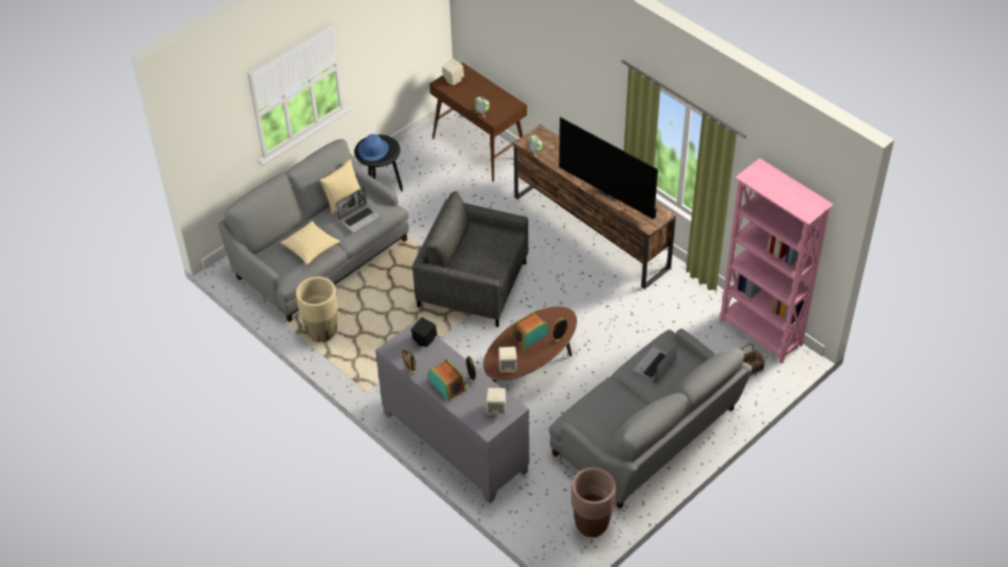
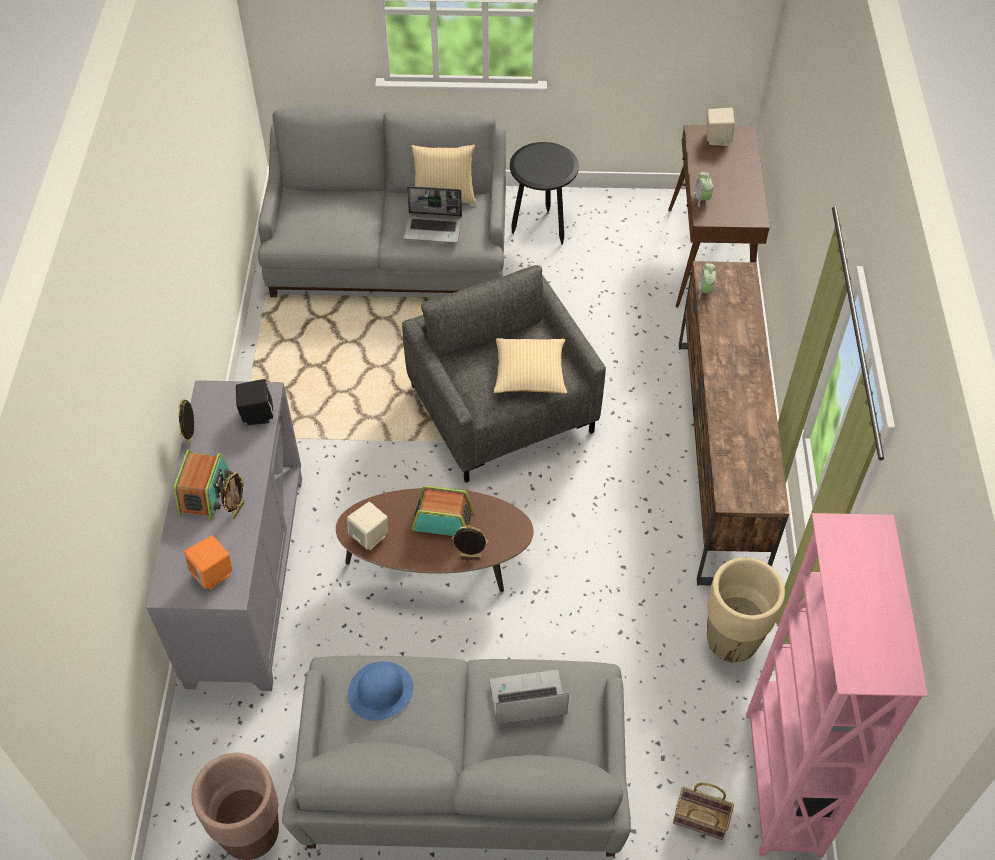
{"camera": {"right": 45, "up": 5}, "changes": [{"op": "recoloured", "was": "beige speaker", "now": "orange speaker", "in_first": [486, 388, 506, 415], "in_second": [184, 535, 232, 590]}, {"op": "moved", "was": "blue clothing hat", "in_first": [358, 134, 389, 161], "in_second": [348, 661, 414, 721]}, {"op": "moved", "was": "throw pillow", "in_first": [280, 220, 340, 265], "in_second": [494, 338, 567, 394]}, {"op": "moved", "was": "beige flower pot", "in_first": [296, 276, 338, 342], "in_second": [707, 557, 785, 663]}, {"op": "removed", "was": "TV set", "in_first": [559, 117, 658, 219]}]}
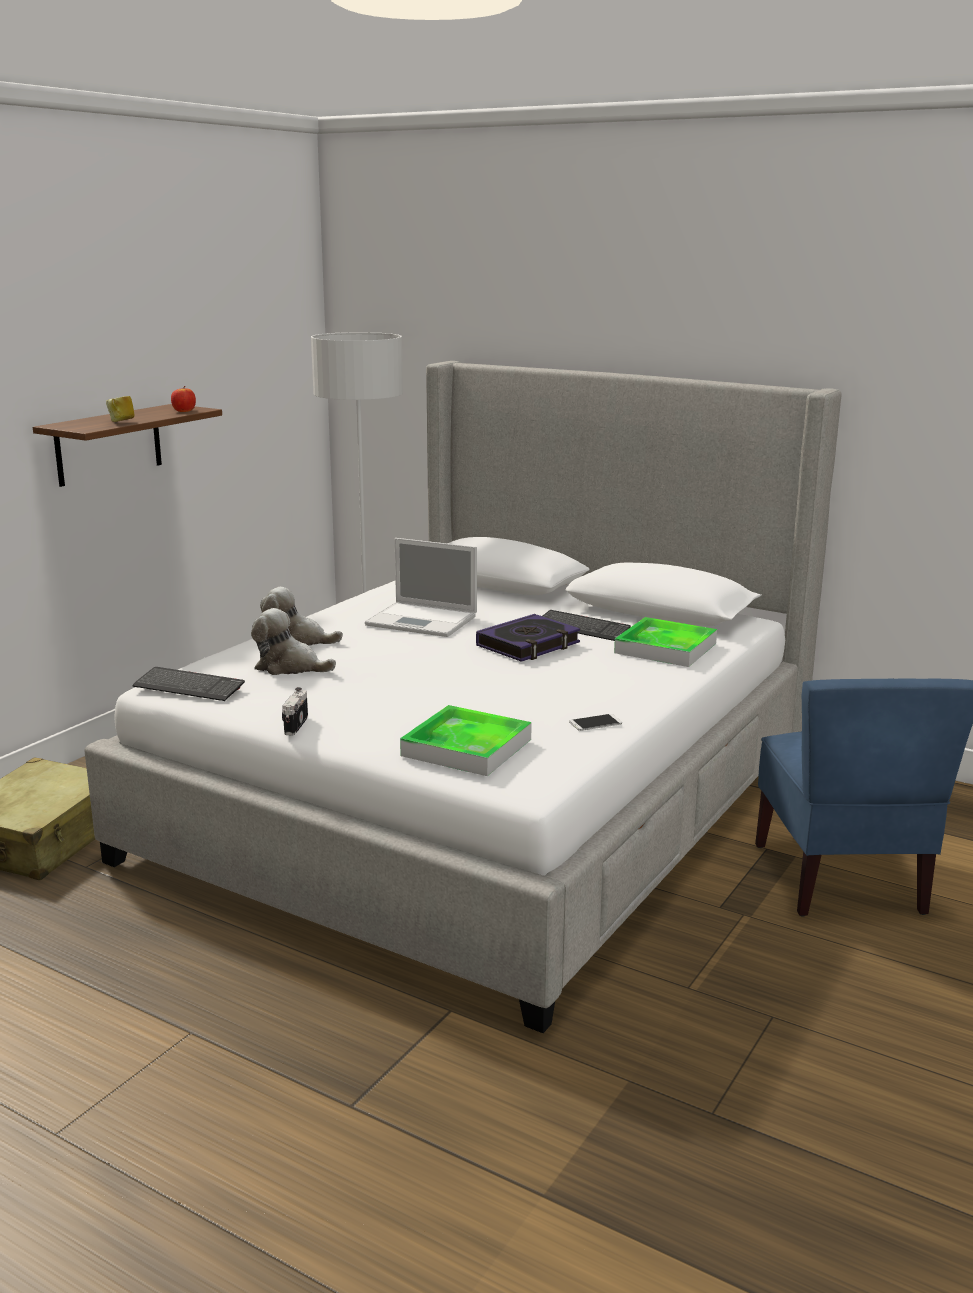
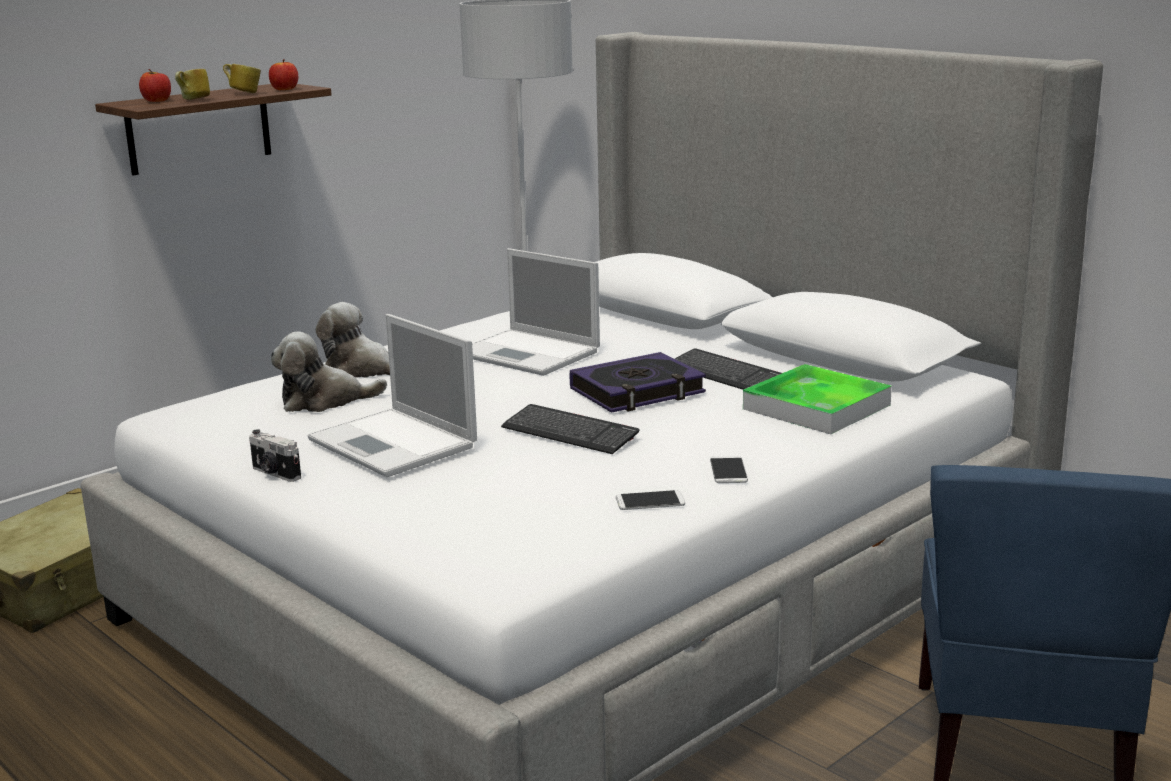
{"camera": {"right": 15, "up": 0}, "changes": [{"op": "added", "now": "whole apple", "in_second": [139, 69, 171, 102]}, {"op": "added", "now": "tea mug", "in_second": [223, 64, 261, 93]}, {"op": "turned", "was": "still camera", "in_first": [282, 687, 308, 736], "in_second": [249, 429, 301, 482], "clockwise": -75}, {"op": "turned", "was": "cuddly toy", "in_first": [251, 608, 336, 675], "in_second": [270, 332, 387, 412], "clockwise": -45}, {"op": "added", "now": "laptop", "in_second": [308, 314, 477, 477]}, {"op": "moved", "was": "PC keyboard", "in_first": [132, 667, 245, 701], "in_second": [501, 404, 639, 454]}, {"op": "added", "now": "telephone", "in_second": [710, 456, 748, 483]}, {"op": "removed", "was": "carrying tray", "in_first": [400, 705, 532, 776]}]}
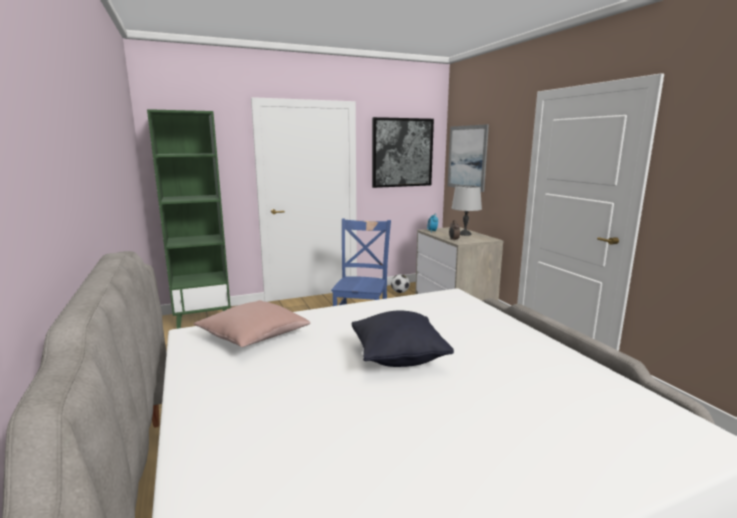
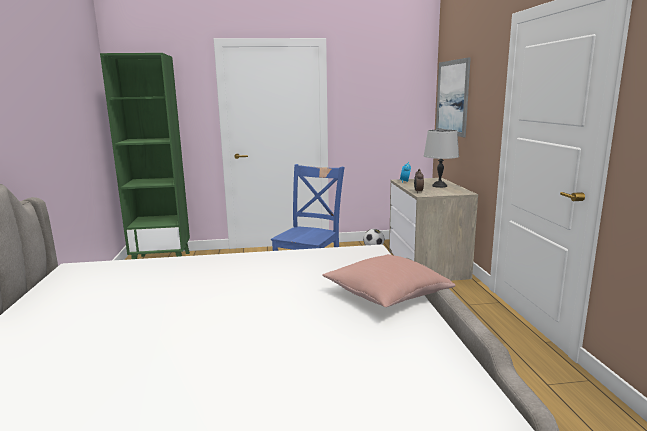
{"camera": {"right": 15, "up": 0}, "changes": [{"op": "moved", "was": "pinkish throw pillow", "in_first": [194, 300, 310, 347], "in_second": [322, 254, 456, 307]}, {"op": "removed", "was": "black-coloured throw pillow", "in_first": [352, 311, 454, 367]}, {"op": "removed", "was": "wall picture", "in_first": [372, 117, 434, 188]}]}
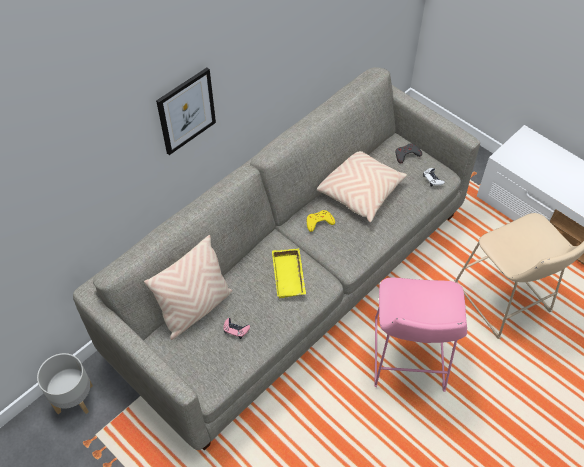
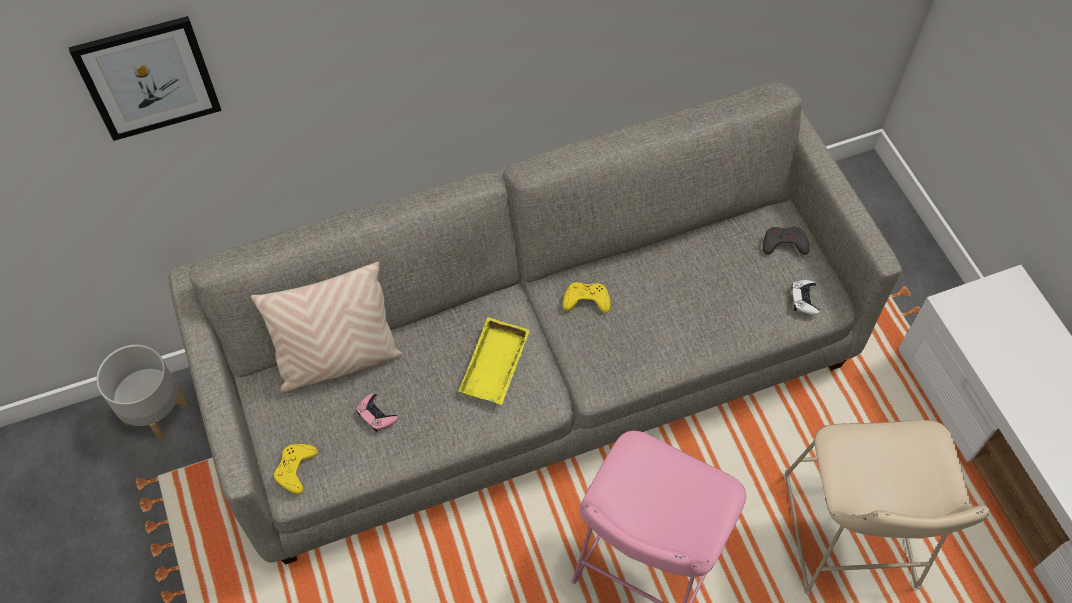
{"camera": {"right": 25, "up": 5}, "changes": [{"op": "moved", "was": "wall picture", "in_first": [156, 68, 216, 155], "in_second": [69, 16, 222, 141]}, {"op": "added", "now": "yellow gamepad", "in_second": [274, 444, 318, 494]}, {"op": "removed", "was": "beige throw pillow", "in_first": [317, 151, 407, 222]}]}
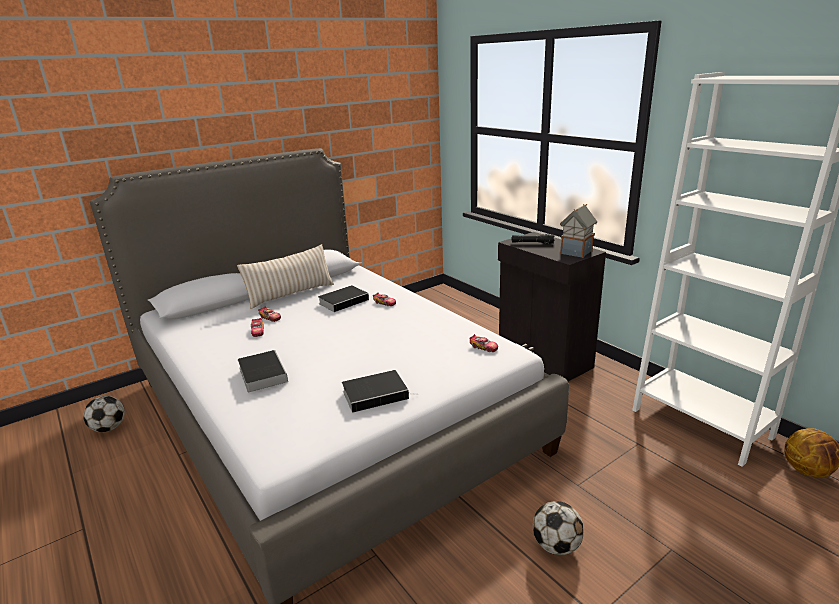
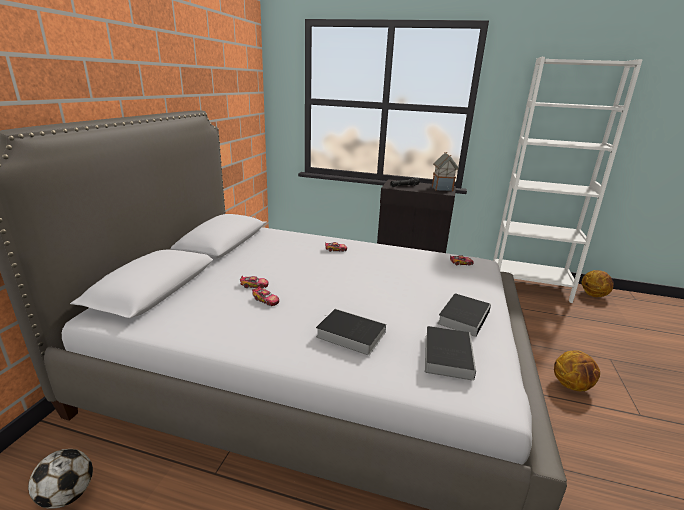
{"camera": {"right": -40, "up": 0}, "changes": [{"op": "moved", "was": "book", "in_first": [318, 285, 369, 312], "in_second": [425, 326, 476, 381]}, {"op": "replaced", "was": "ball for football", "now": "ball for basketball", "in_first": [533, 501, 584, 555], "in_second": [554, 350, 600, 391]}, {"op": "removed", "was": "beige throw pillow", "in_first": [237, 244, 334, 309]}]}
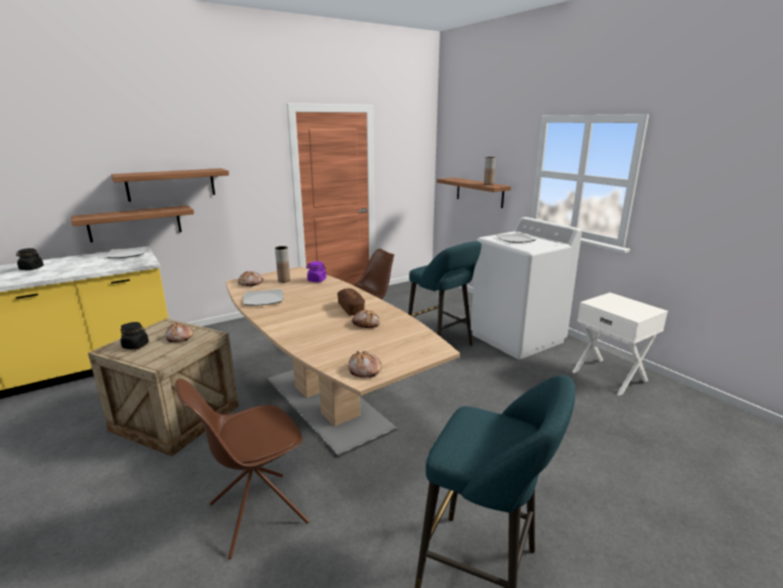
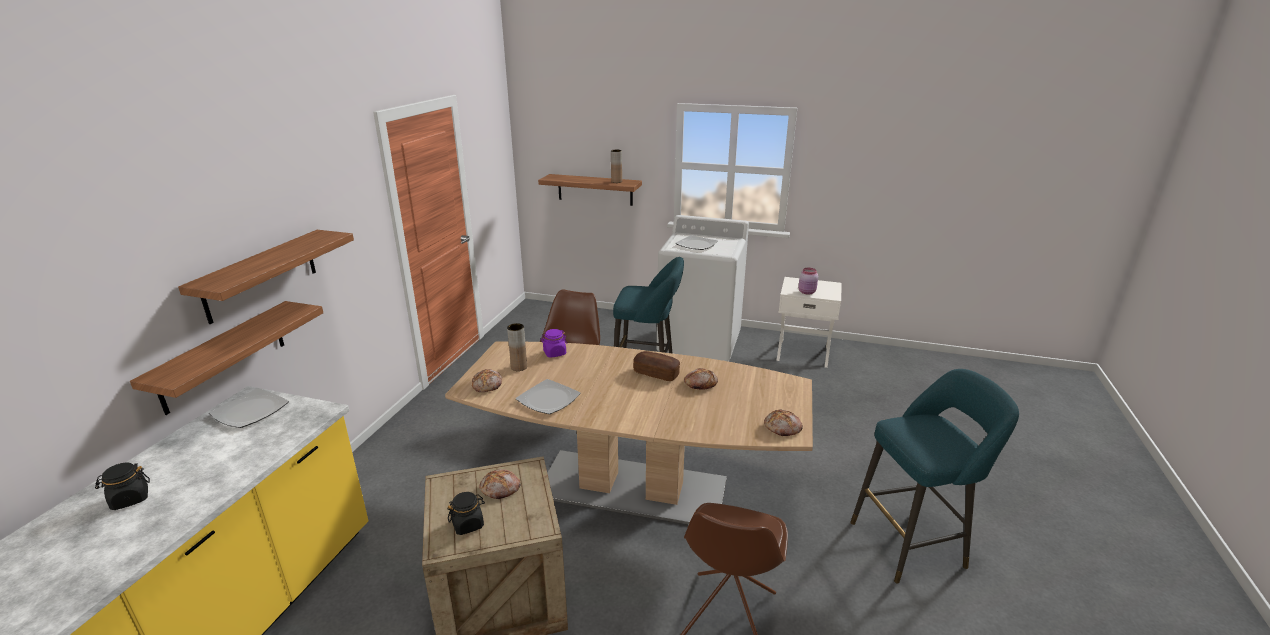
{"camera": {"right": -40, "up": 5}, "changes": [{"op": "added", "now": "pinkish preserve jar", "in_second": [798, 268, 818, 295]}]}
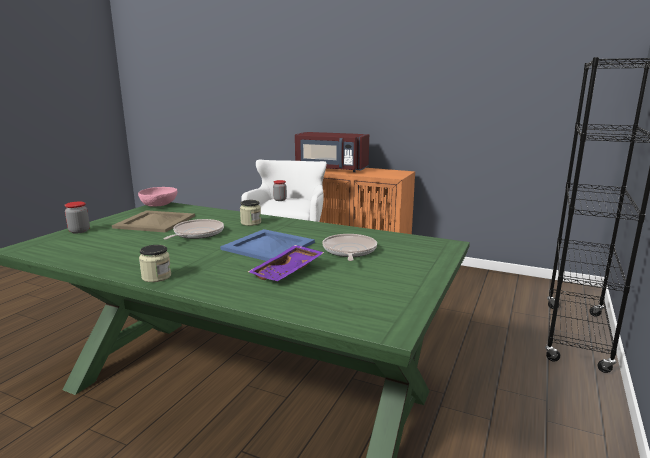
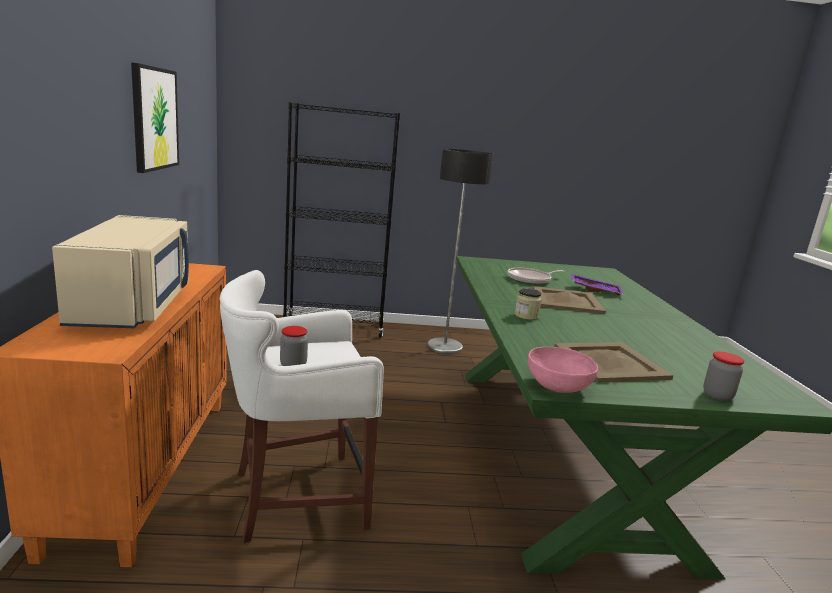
{"camera": {"right": -120, "up": 0}, "changes": [{"op": "recoloured", "was": "reddish microwave oven", "now": "beige microwave oven", "in_first": [295, 132, 369, 172], "in_second": [52, 215, 189, 328]}, {"op": "added", "now": "wall picture", "in_second": [131, 63, 179, 173]}, {"op": "added", "now": "standard lamp", "in_second": [427, 149, 494, 354]}, {"op": "recoloured", "was": "blue carrying tray", "now": "beige carrying tray", "in_first": [220, 229, 315, 261], "in_second": [533, 286, 606, 314]}, {"op": "removed", "was": "preserve jar", "in_first": [139, 245, 171, 282]}, {"op": "removed", "was": "skillet", "in_first": [163, 219, 224, 240]}]}
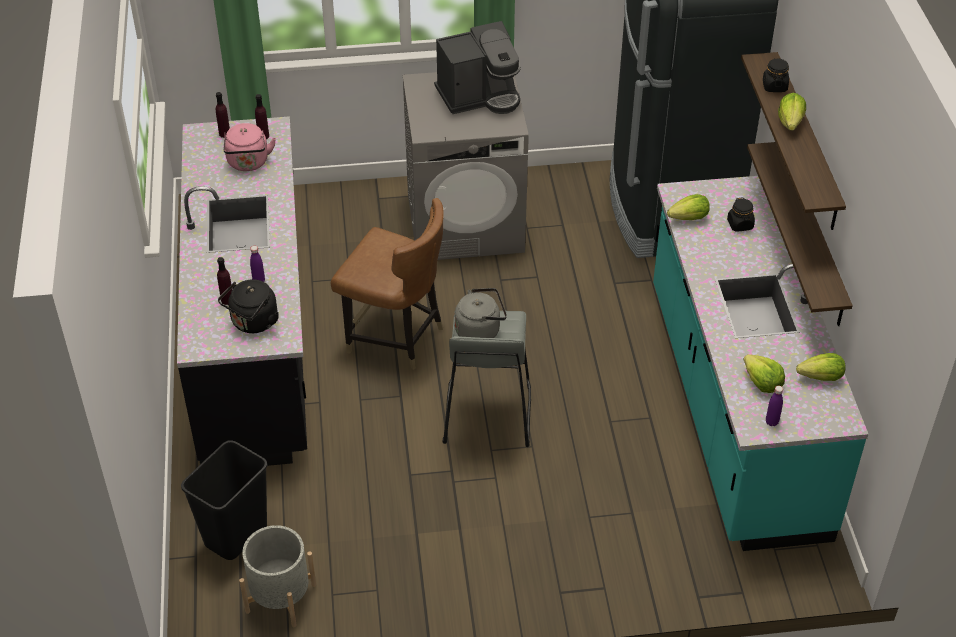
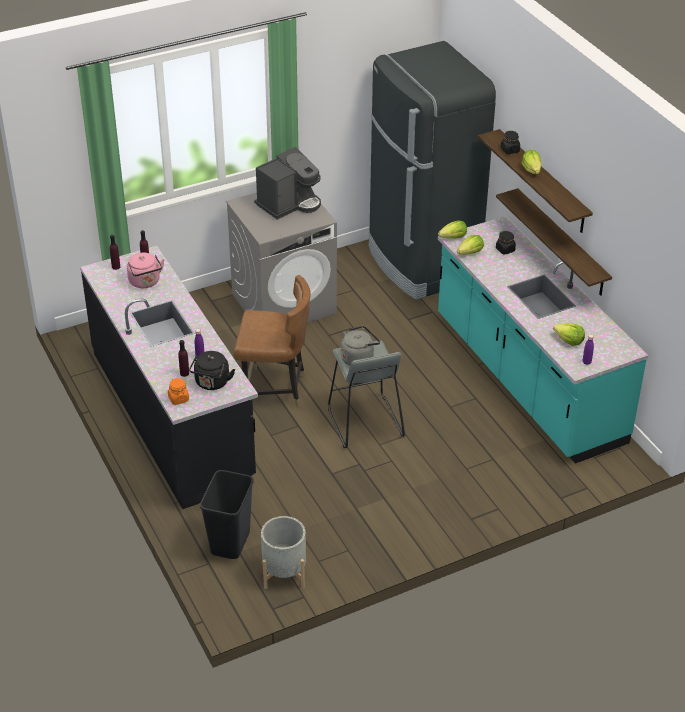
{"camera": {"right": -20, "up": -5}, "changes": [{"op": "added", "now": "orange preserve jar", "in_second": [168, 378, 189, 405]}, {"op": "moved", "was": "head of lettuce", "in_first": [796, 353, 846, 381], "in_second": [438, 220, 467, 239]}]}
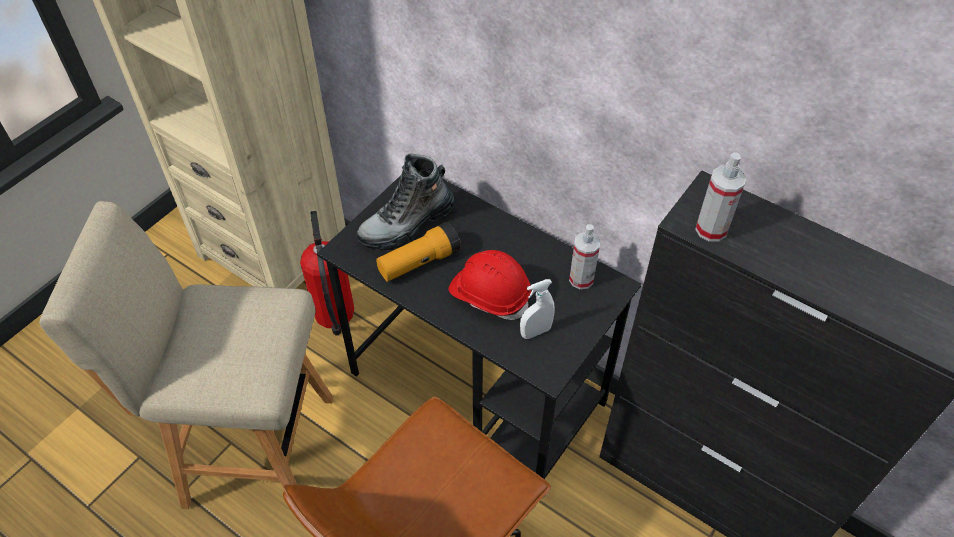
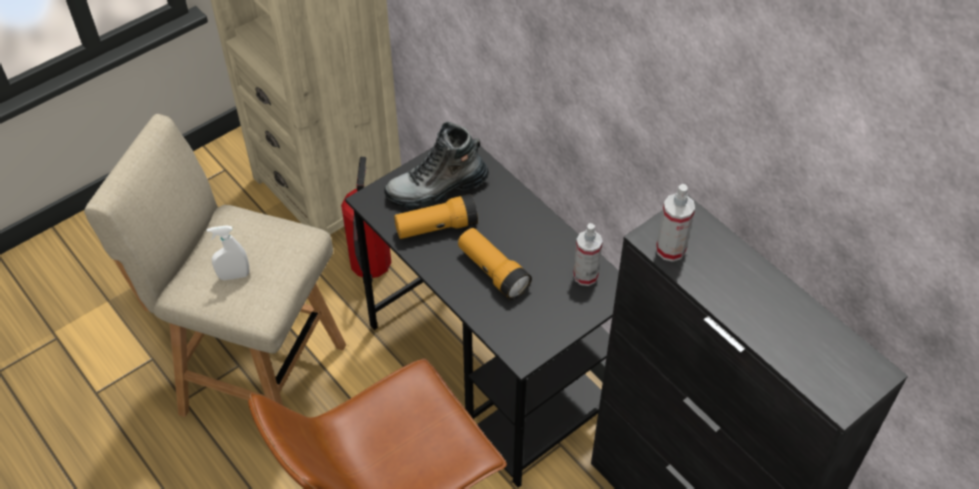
{"camera": {"right": 15, "up": 0}, "changes": [{"op": "moved", "was": "whitish spray bottle", "in_first": [520, 279, 555, 339], "in_second": [207, 226, 249, 280]}, {"op": "replaced", "was": "reddish safety helmet", "now": "flashlight", "in_first": [448, 250, 531, 320], "in_second": [458, 228, 532, 300]}]}
